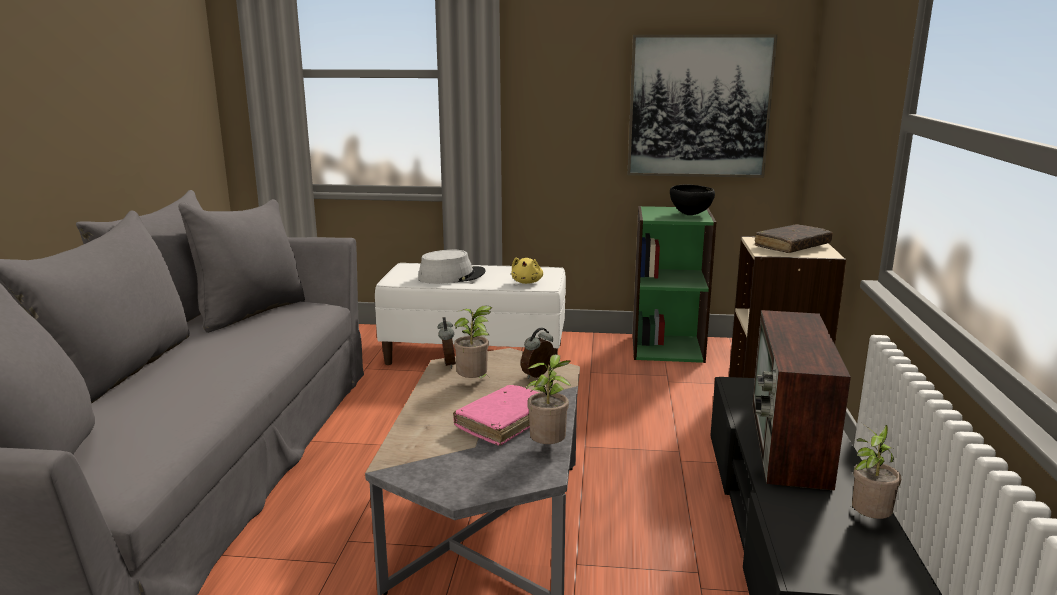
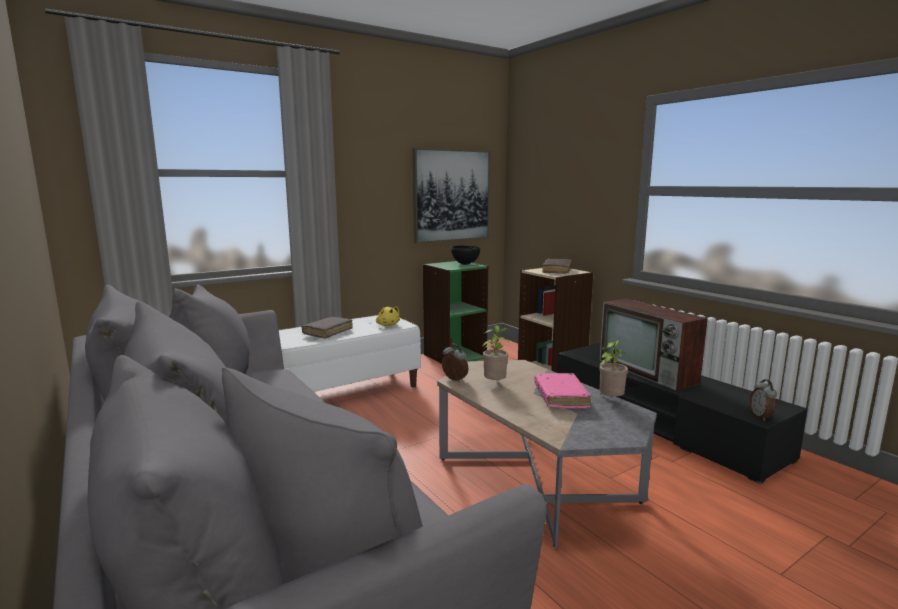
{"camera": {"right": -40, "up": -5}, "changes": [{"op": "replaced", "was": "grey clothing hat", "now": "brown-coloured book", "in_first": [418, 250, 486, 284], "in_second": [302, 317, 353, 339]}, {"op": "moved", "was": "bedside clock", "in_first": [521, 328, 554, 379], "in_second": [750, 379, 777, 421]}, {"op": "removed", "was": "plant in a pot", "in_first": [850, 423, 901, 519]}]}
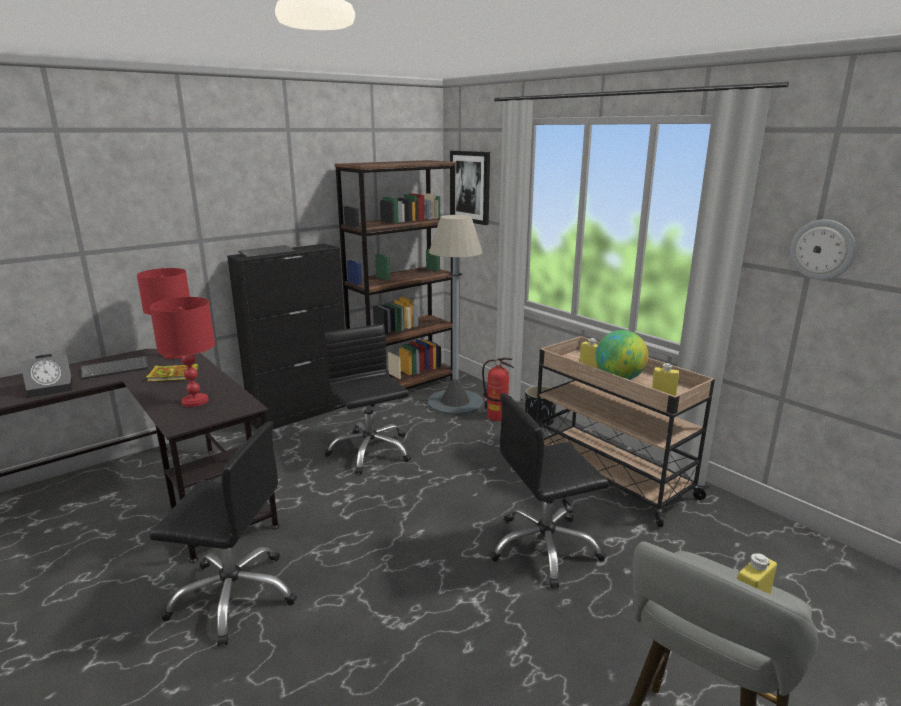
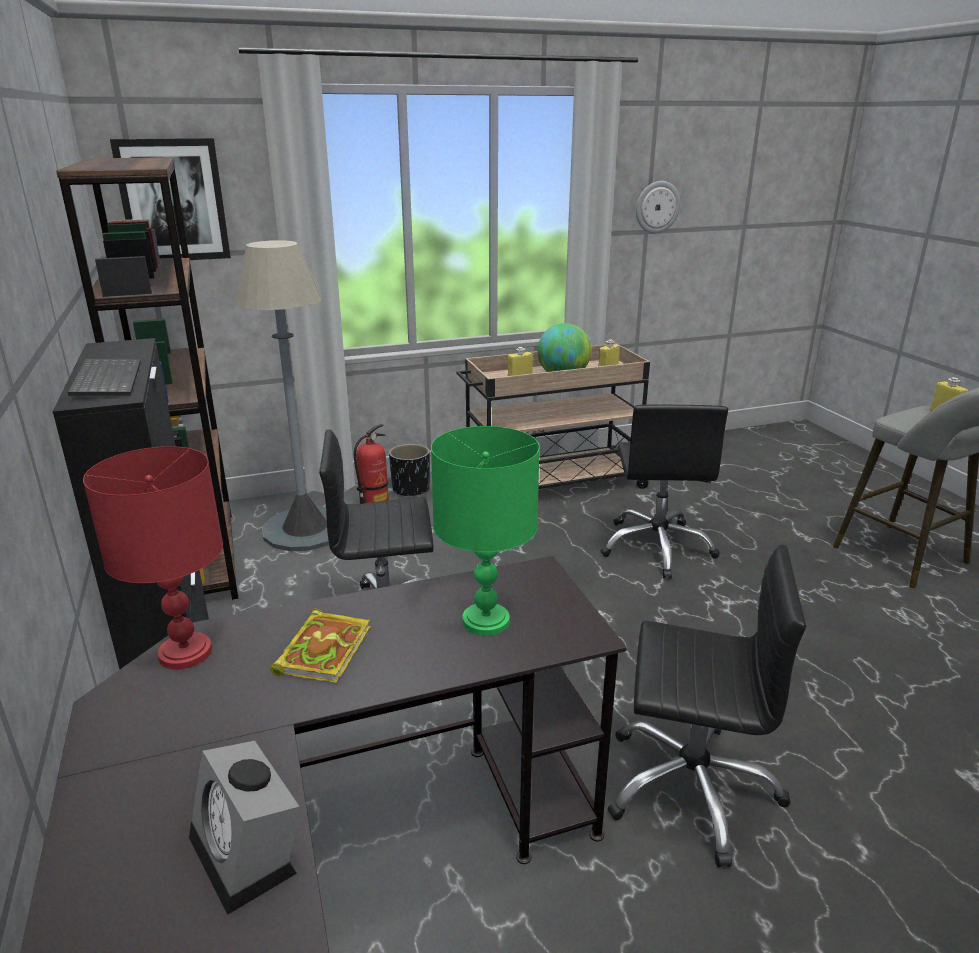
{"camera": {"right": -70, "up": 5}, "changes": [{"op": "turned", "was": "bedside clock", "in_first": [20, 354, 73, 398], "in_second": [189, 741, 300, 915], "clockwise": 150}, {"op": "recoloured", "was": "reddish tabletop lamp", "now": "green tabletop lamp", "in_first": [150, 297, 215, 407], "in_second": [431, 426, 540, 636]}, {"op": "turned", "was": "black-coloured office chair", "in_first": [149, 421, 297, 646], "in_second": [608, 545, 806, 867], "clockwise": 75}, {"op": "removed", "was": "PC keyboard", "in_first": [81, 356, 148, 380]}]}
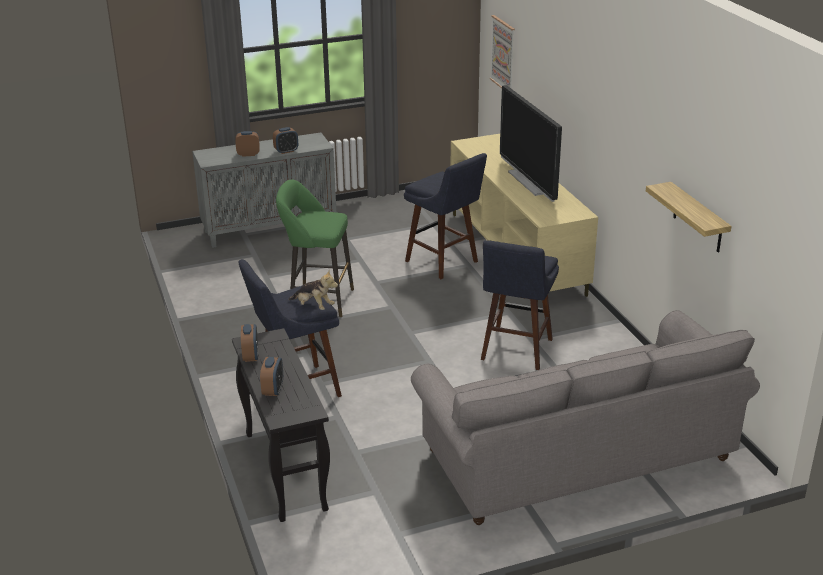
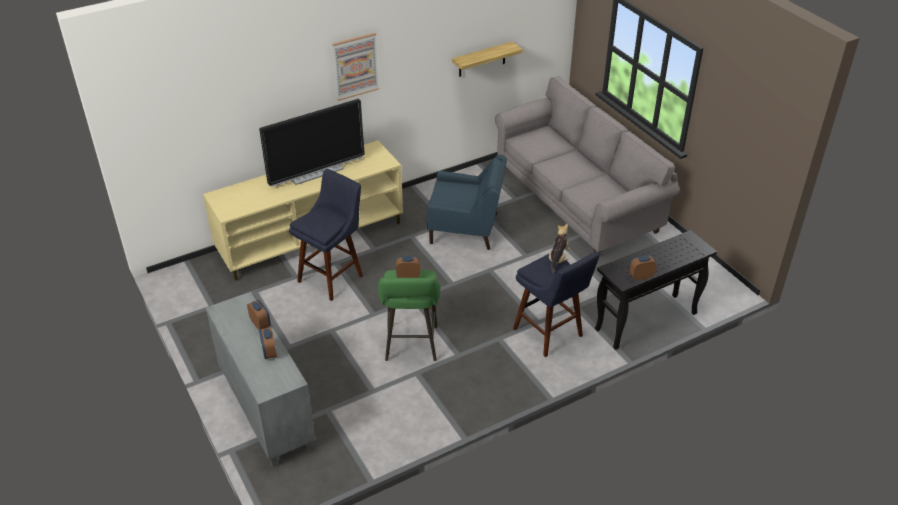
{"camera": {"right": -100, "up": 10}, "changes": [{"op": "moved", "was": "wall picture", "in_first": [490, 15, 515, 88], "in_second": [332, 33, 379, 101]}, {"op": "moved", "was": "bedside clock", "in_first": [260, 357, 283, 396], "in_second": [396, 256, 420, 278]}, {"op": "replaced", "was": "blue stool", "now": "blue easy chair", "in_first": [481, 240, 559, 370], "in_second": [427, 155, 507, 250]}]}
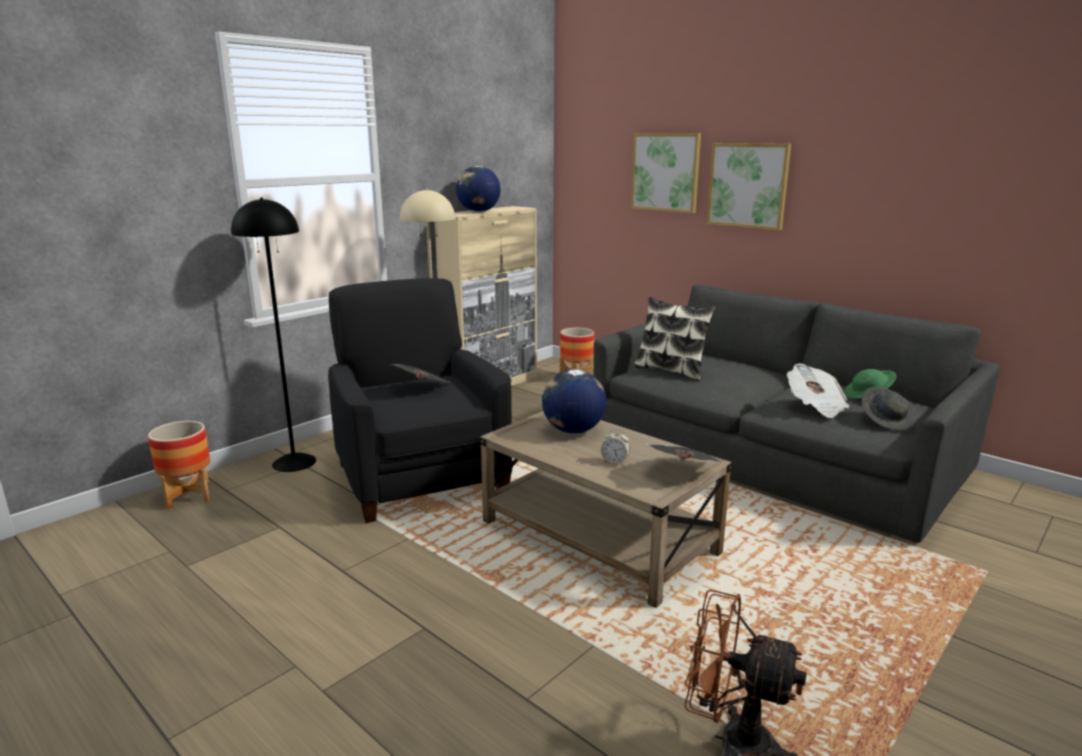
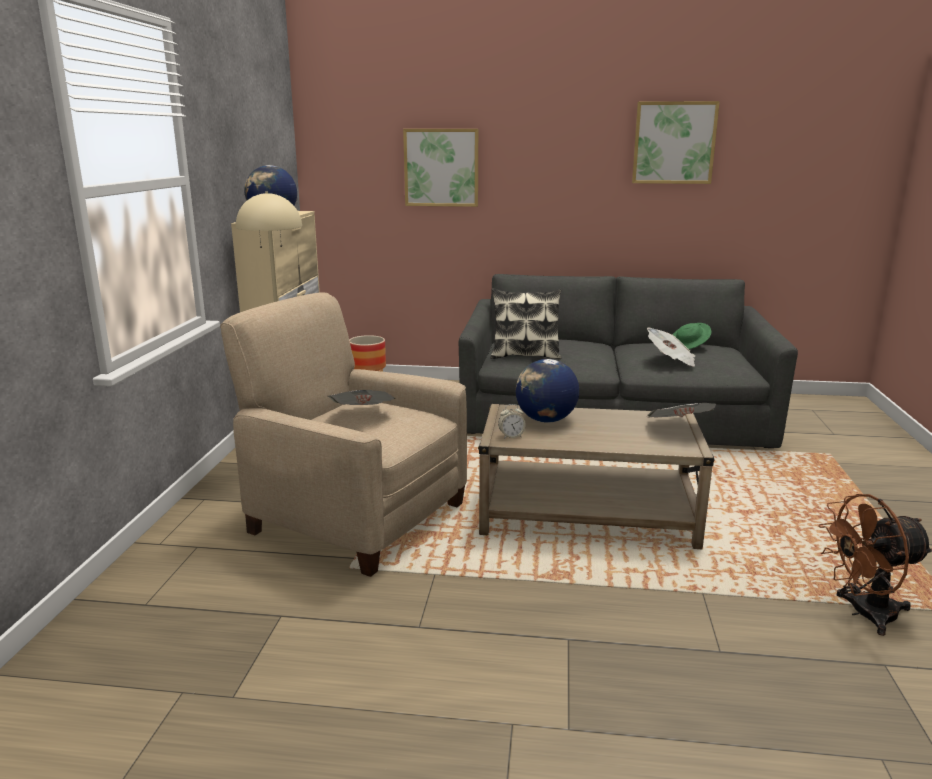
{"camera": {"right": -35, "up": 0}, "changes": [{"op": "recoloured", "was": "black-coloured easy chair", "now": "beige easy chair", "in_first": [328, 278, 512, 523], "in_second": [220, 292, 467, 577]}, {"op": "moved", "was": "bedside clock", "in_first": [601, 429, 630, 466], "in_second": [498, 404, 526, 439]}, {"op": "moved", "was": "wall picture", "in_first": [707, 143, 791, 230], "in_second": [632, 101, 720, 184]}, {"op": "removed", "was": "flower pot", "in_first": [148, 421, 210, 509]}, {"op": "removed", "was": "black-coloured standard lamp", "in_first": [231, 198, 316, 472]}, {"op": "removed", "was": "grey clothing hat", "in_first": [861, 387, 917, 431]}]}
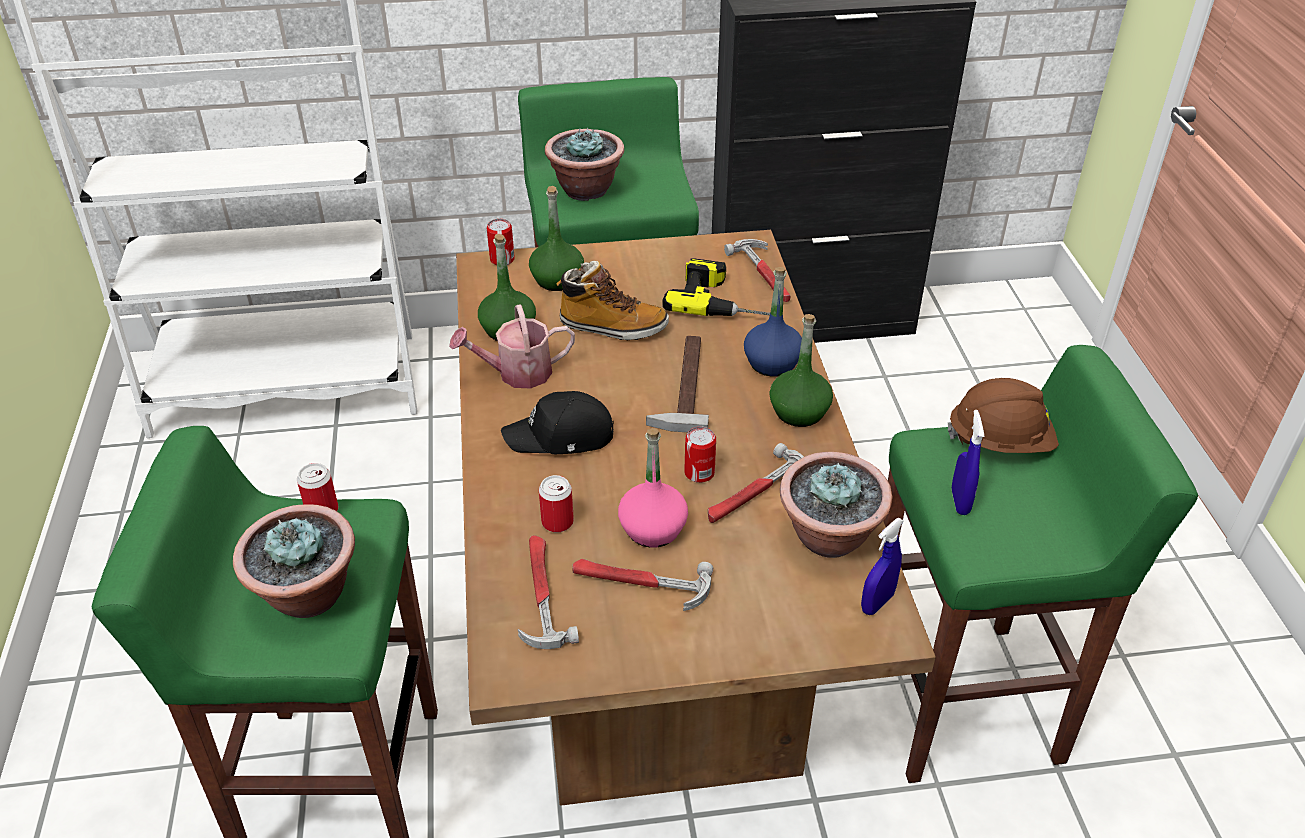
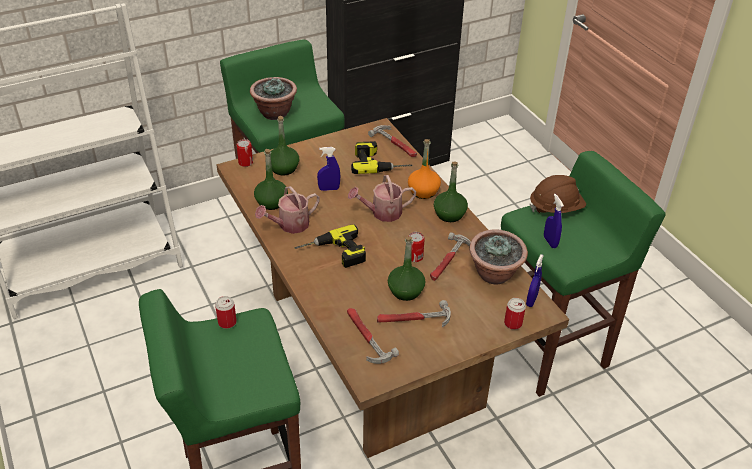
{"camera": {"right": -20, "up": 0}, "changes": [{"op": "replaced", "was": "black-coloured cap", "now": "drill", "in_first": [501, 391, 614, 454], "in_second": [294, 224, 366, 268]}, {"op": "replaced", "was": "boot", "now": "blue spray bottle", "in_first": [556, 261, 669, 340], "in_second": [317, 147, 340, 191]}, {"op": "replaced", "was": "hammer", "now": "sprinkling can", "in_first": [646, 336, 709, 432], "in_second": [348, 175, 416, 222]}, {"op": "recoloured", "was": "pinkish beverage bottle", "now": "green beverage bottle", "in_first": [618, 428, 688, 548], "in_second": [388, 236, 426, 301]}, {"op": "recoloured", "was": "blue beverage bottle", "now": "orange beverage bottle", "in_first": [744, 267, 802, 377], "in_second": [408, 139, 441, 199]}, {"op": "moved", "was": "metal can", "in_first": [539, 475, 574, 532], "in_second": [504, 298, 526, 330]}, {"op": "removed", "was": "plant in a pot", "in_first": [233, 504, 355, 618]}]}
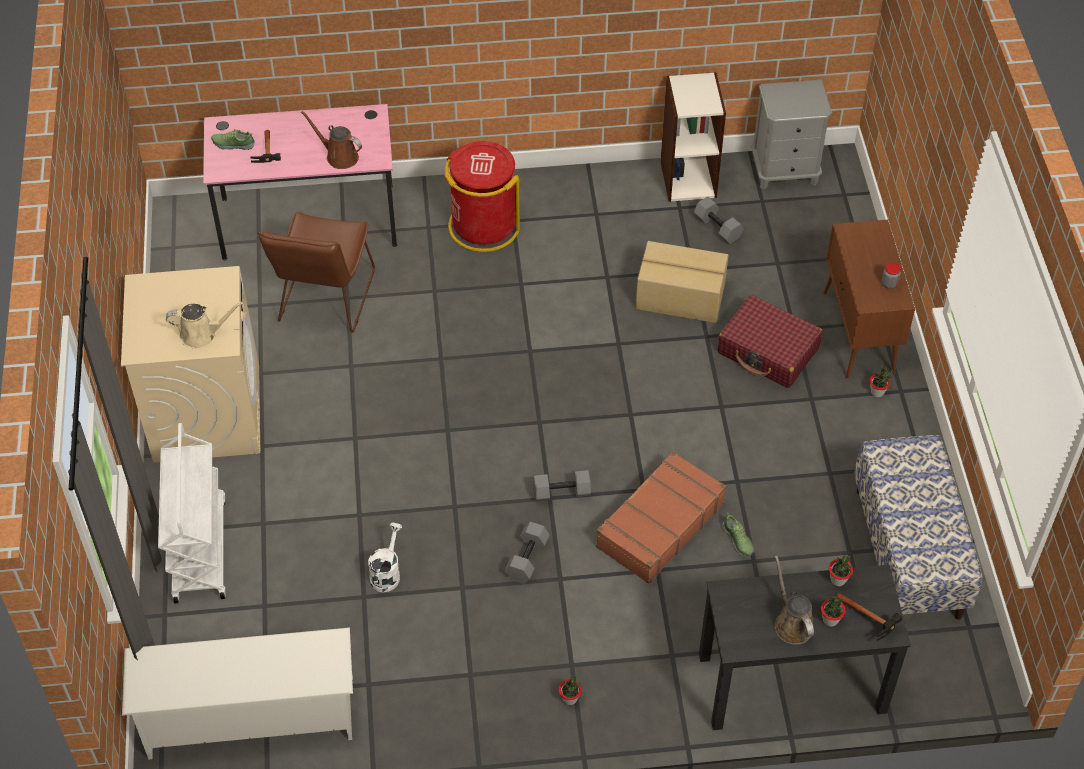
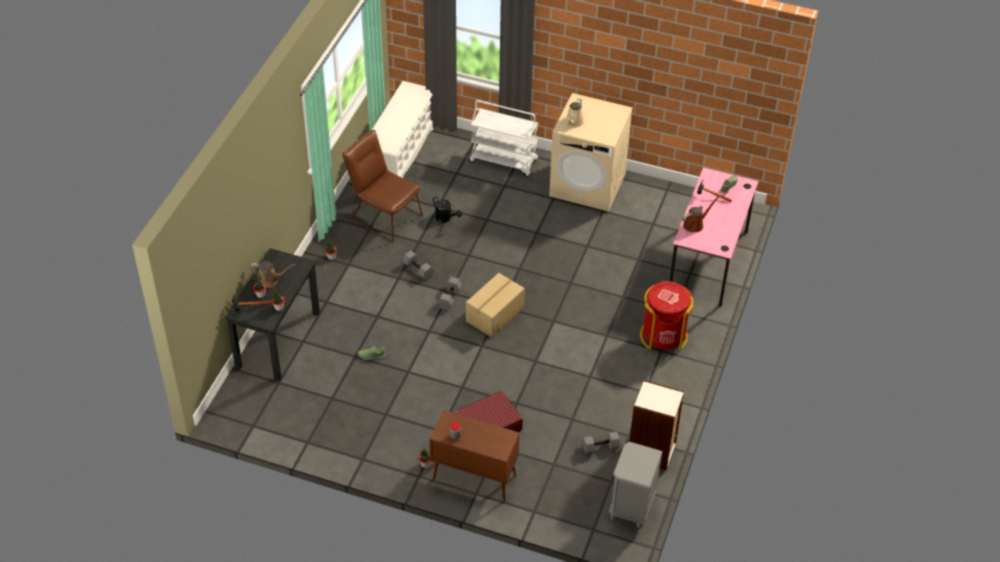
{"camera": {"right": 115, "up": -5}, "changes": [{"op": "moved", "was": "brown-coloured chair", "in_first": [258, 212, 375, 333], "in_second": [342, 130, 423, 242]}, {"op": "recoloured", "was": "whitish sprinkling can", "now": "black-coloured sprinkling can", "in_first": [368, 523, 402, 592], "in_second": [433, 197, 462, 223]}, {"op": "moved", "was": "carton", "in_first": [636, 241, 729, 323], "in_second": [466, 273, 525, 337]}, {"op": "removed", "was": "brown-coloured travel case", "in_first": [596, 451, 726, 584]}, {"op": "removed", "was": "bench", "in_first": [854, 435, 982, 620]}]}
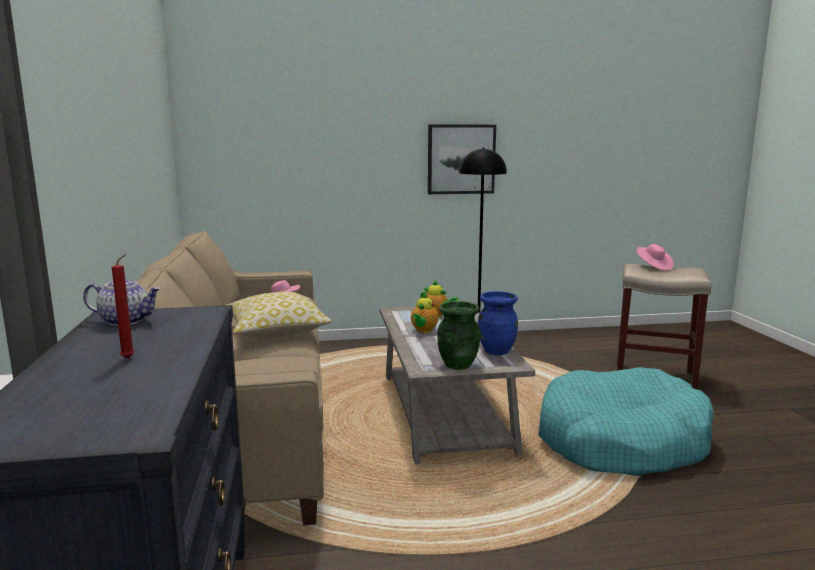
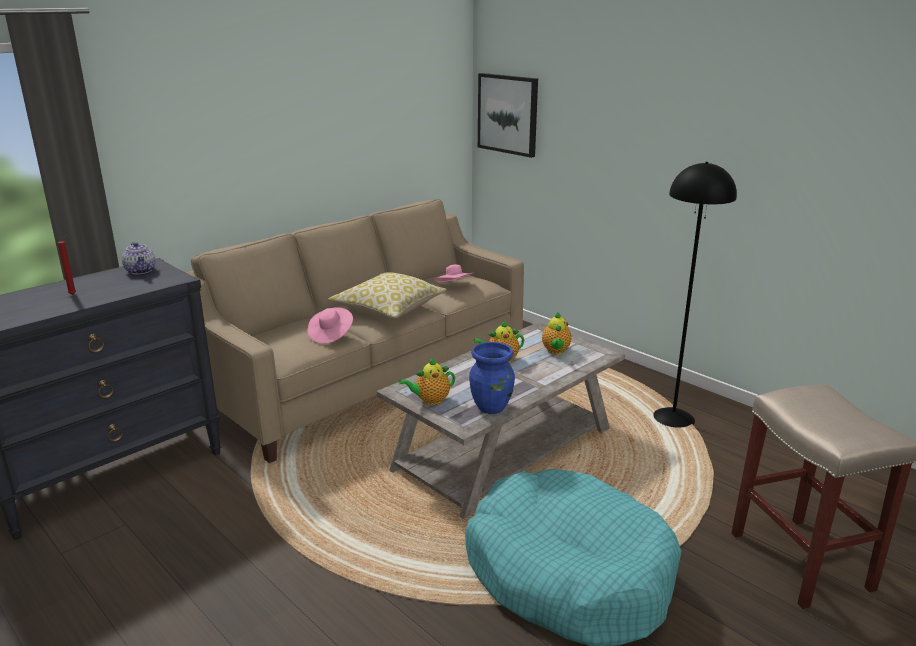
{"camera": {"right": 55, "up": 10}, "changes": [{"op": "moved", "was": "pinkish clothing hat", "in_first": [637, 244, 674, 271], "in_second": [308, 307, 353, 344]}, {"op": "replaced", "was": "green vase", "now": "teapot", "in_first": [437, 301, 480, 370], "in_second": [398, 357, 455, 405]}, {"op": "moved", "was": "wall picture", "in_first": [428, 124, 496, 194], "in_second": [478, 73, 538, 158]}]}
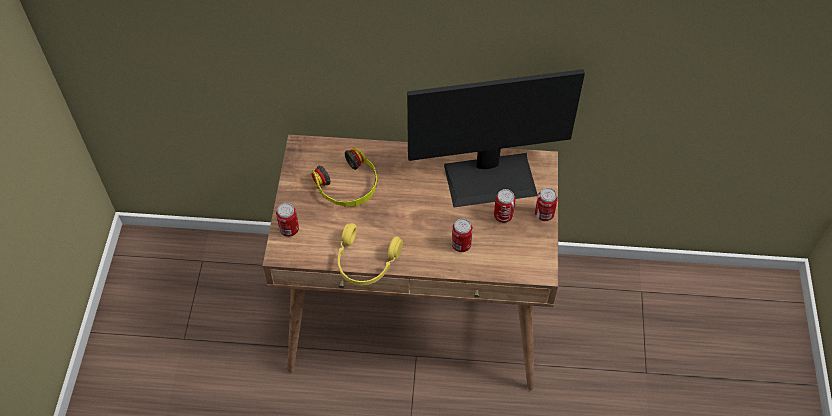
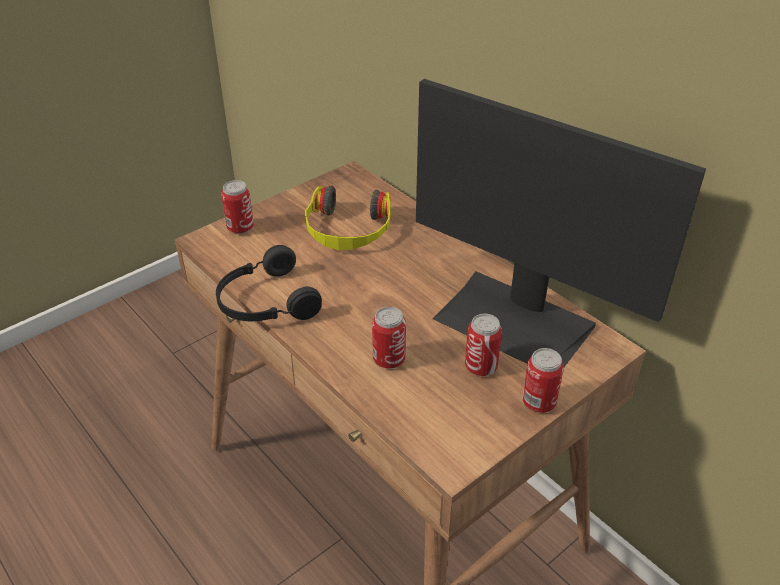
{"camera": {"right": 45, "up": -15}, "changes": [{"op": "recoloured", "was": "yellow headphones", "now": "black-coloured headphones", "in_first": [338, 223, 403, 285], "in_second": [216, 245, 322, 321]}]}
